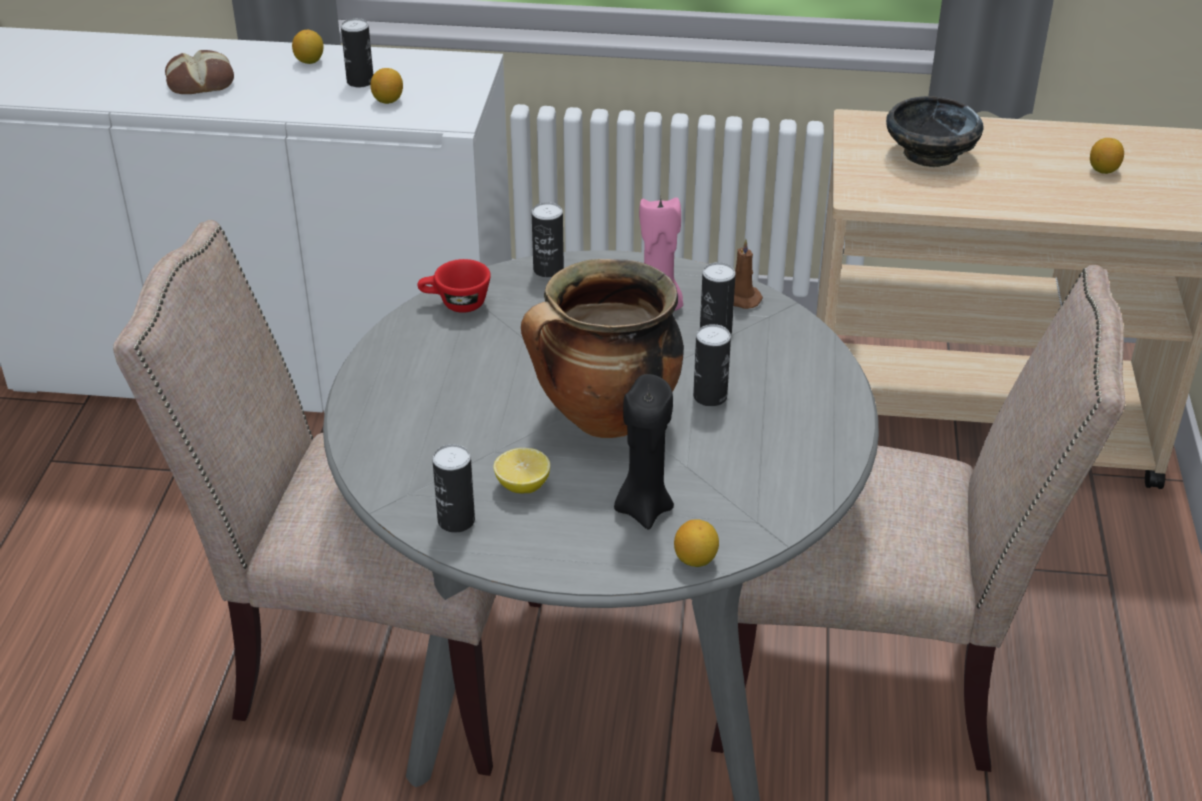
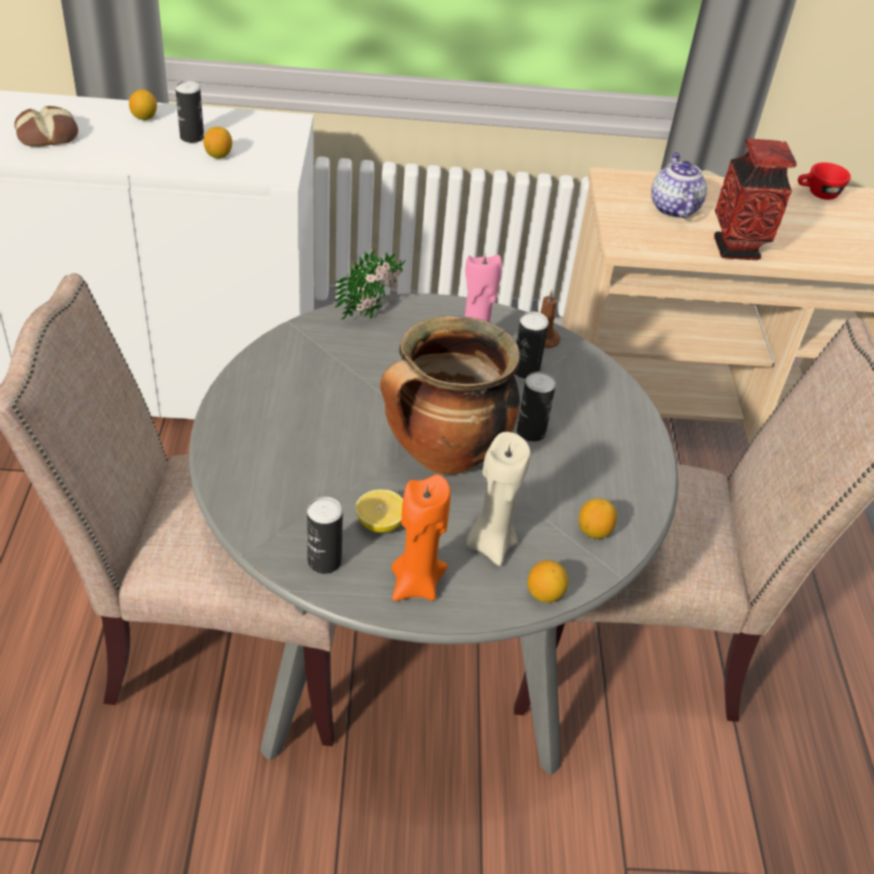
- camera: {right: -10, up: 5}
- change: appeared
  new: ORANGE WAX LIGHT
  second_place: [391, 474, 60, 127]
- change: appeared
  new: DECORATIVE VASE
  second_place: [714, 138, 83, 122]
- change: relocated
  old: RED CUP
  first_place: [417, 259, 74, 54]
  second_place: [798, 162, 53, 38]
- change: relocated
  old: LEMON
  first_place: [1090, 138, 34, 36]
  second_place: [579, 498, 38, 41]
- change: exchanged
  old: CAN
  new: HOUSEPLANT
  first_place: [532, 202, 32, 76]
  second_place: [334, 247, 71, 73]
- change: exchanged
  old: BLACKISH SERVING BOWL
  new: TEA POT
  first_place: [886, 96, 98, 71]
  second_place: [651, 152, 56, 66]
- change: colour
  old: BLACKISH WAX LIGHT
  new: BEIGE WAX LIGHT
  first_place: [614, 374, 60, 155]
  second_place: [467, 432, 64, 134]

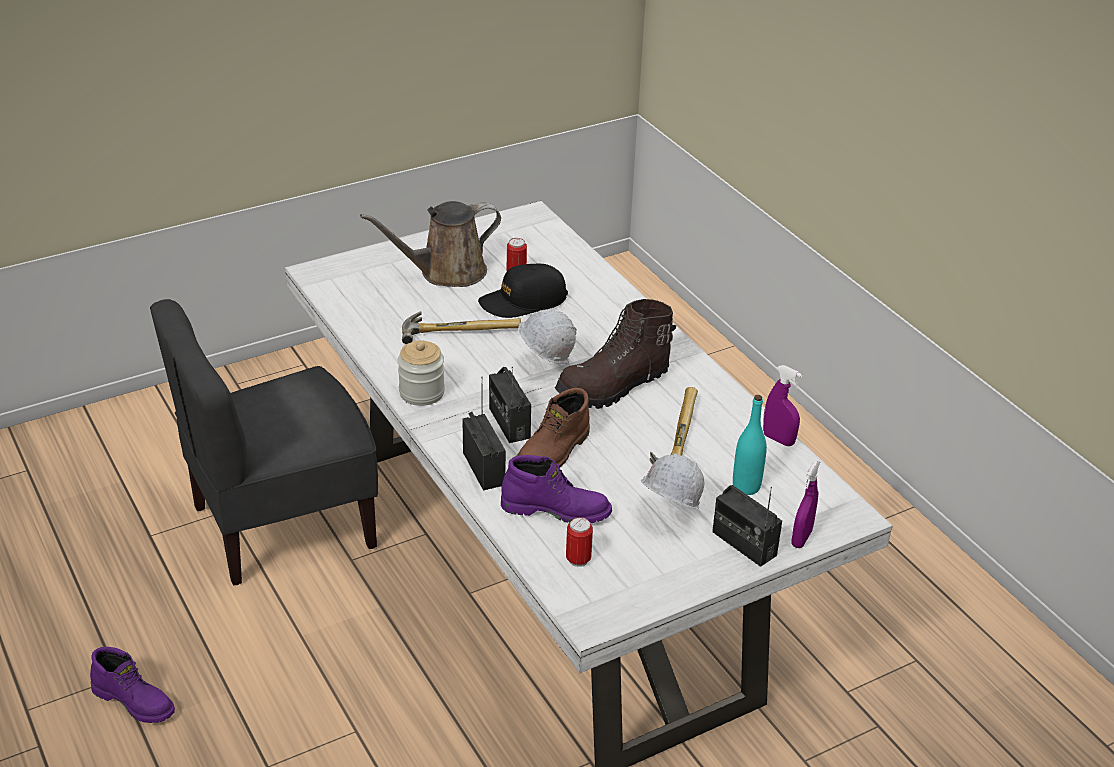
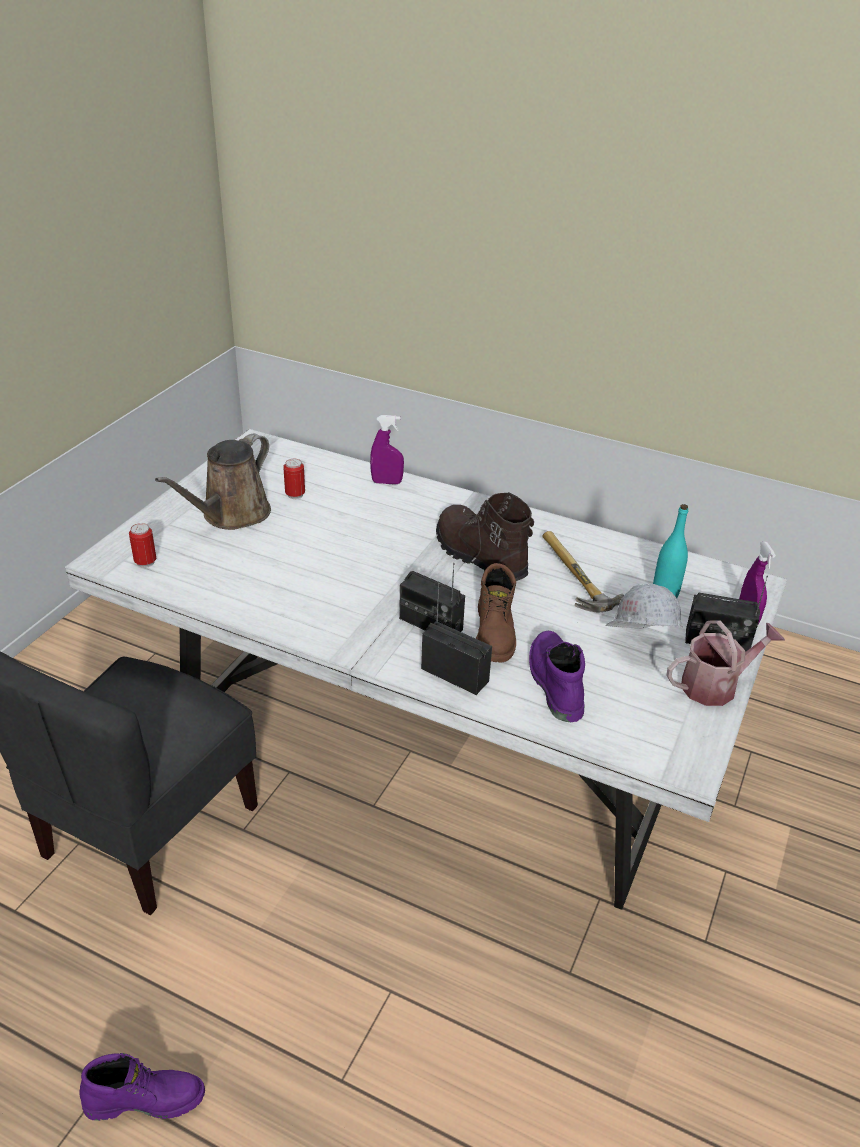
- camera: {right: -35, up: 0}
- change: missing
  old: STORAGE JAR
  first_place: [398, 341, 47, 65]
- change: missing
  old: TOOL HAMMER
  first_place: [402, 311, 119, 33]
- change: missing
  old: BLACKISH CAP
  first_place: [478, 264, 90, 54]
- change: missing
  old: WHITE HARD HAT
  first_place: [518, 309, 59, 56]
- change: appeared
  new: WATERING CAN
  second_place: [666, 621, 119, 85]
- change: relocated
  old: CAN
  first_place: [566, 517, 27, 50]
  second_place: [129, 523, 27, 45]
- change: relocated
  old: PURPLE SPRAY BOTTLE
  first_place: [763, 365, 40, 81]
  second_place: [370, 415, 34, 70]
- change: spun
  old: PURPLE HIGH-TOP BOOT
  first_place: [501, 455, 111, 68]
  second_place: [529, 631, 56, 91]
  degrees: -75
- change: spun
  old: BROWN HIGH-TOP BOOT
  first_place: [555, 299, 121, 110]
  second_place: [436, 492, 98, 89]
  degrees: 120

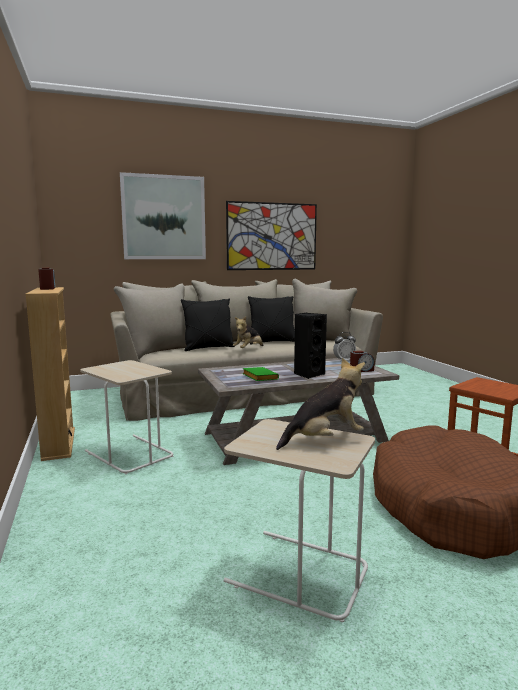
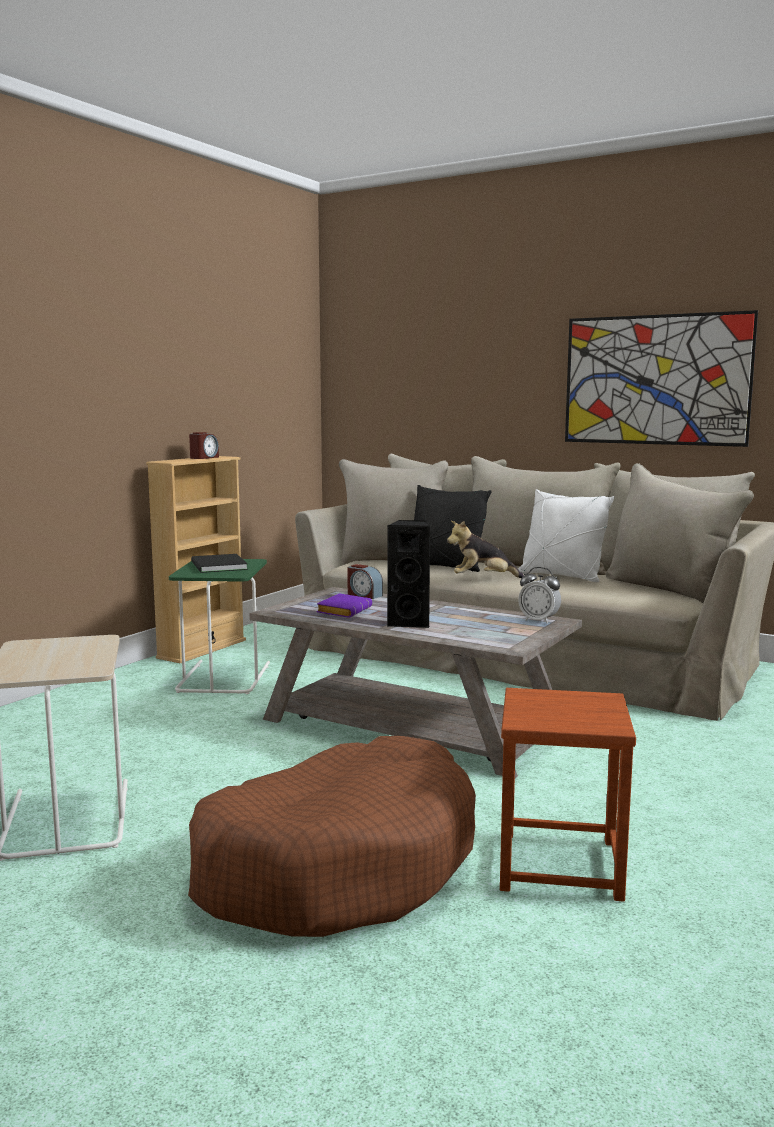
- camera: {right: 50, up: 0}
- change: missing
  old: PICTURE
  first_place: [120, 172, 86, 87]
- change: missing
  old: CUDDLY TOY
  first_place: [276, 358, 89, 92]
- change: appeared
  new: BLACKISH VOLUME
  second_place: [191, 554, 57, 19]
- change: relocated
  old: BEDSIDE CLOCK
  first_place: [350, 351, 24, 21]
  second_place: [347, 564, 36, 35]
- change: colour
  old: BEIGE END TABLE
  new: GREEN-COLOURED END TABLE
  first_place: [80, 360, 93, 114]
  second_place: [169, 559, 101, 135]
- change: colour
  old: GREEN-COLOURED VOLUME
  new: PURPLE VOLUME
  first_place: [242, 367, 37, 14]
  second_place: [316, 593, 56, 25]
- change: colour
  old: BLACKISH CUSHION
  new: WHITE CUSHION
  first_place: [248, 296, 47, 48]
  second_place: [518, 489, 96, 93]

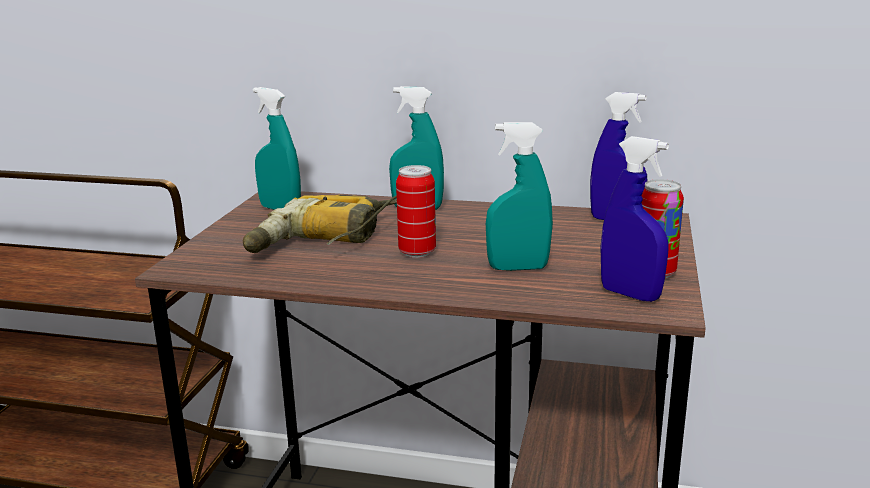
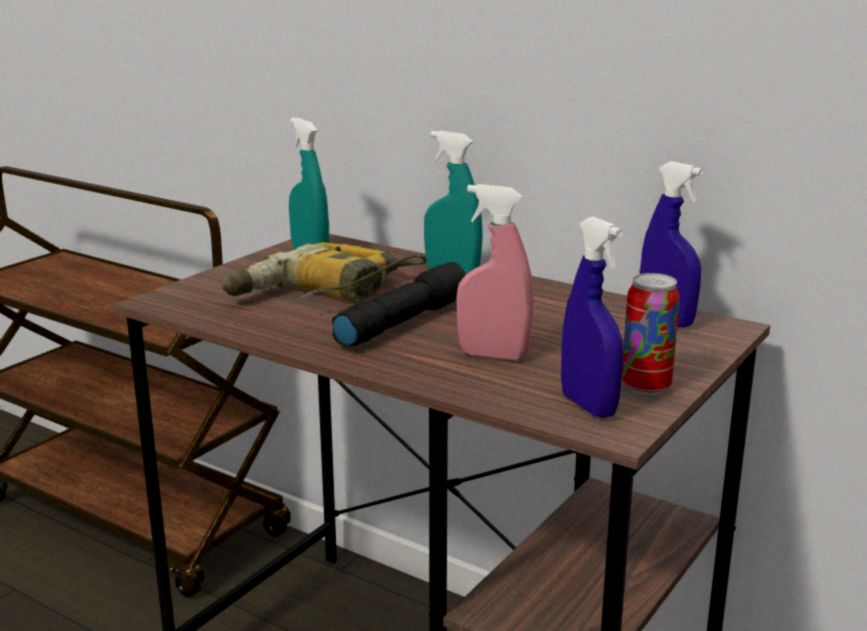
- camera: {right: 20, up: 0}
- change: exchanged
  old: CAN
  new: BLACKISH FLASHLIGHT
  first_place: [396, 165, 40, 93]
  second_place: [332, 262, 134, 85]
- change: colour
  old: TURQUOISE-COLOURED SPRAY BOTTLE
  new: PINK SPRAY BOTTLE
  first_place: [486, 122, 67, 149]
  second_place: [456, 184, 78, 177]

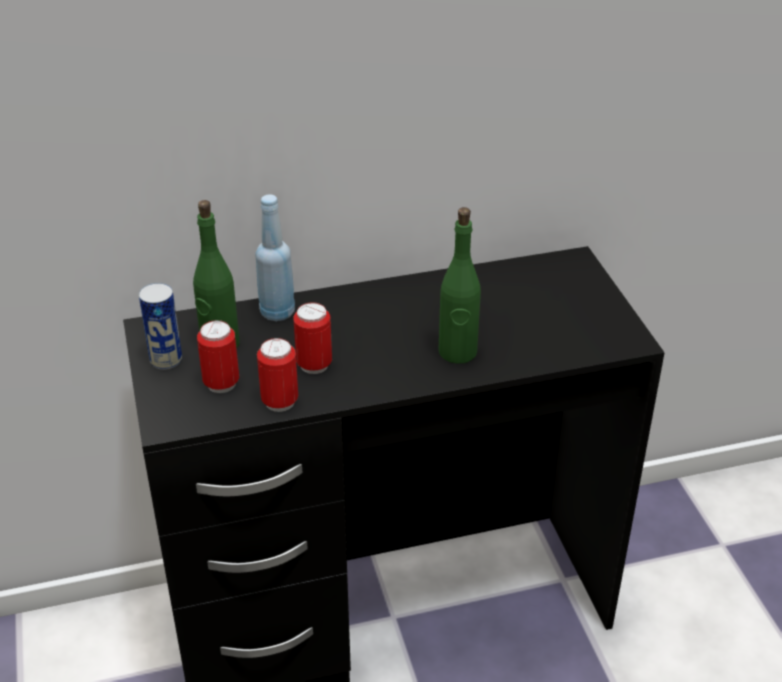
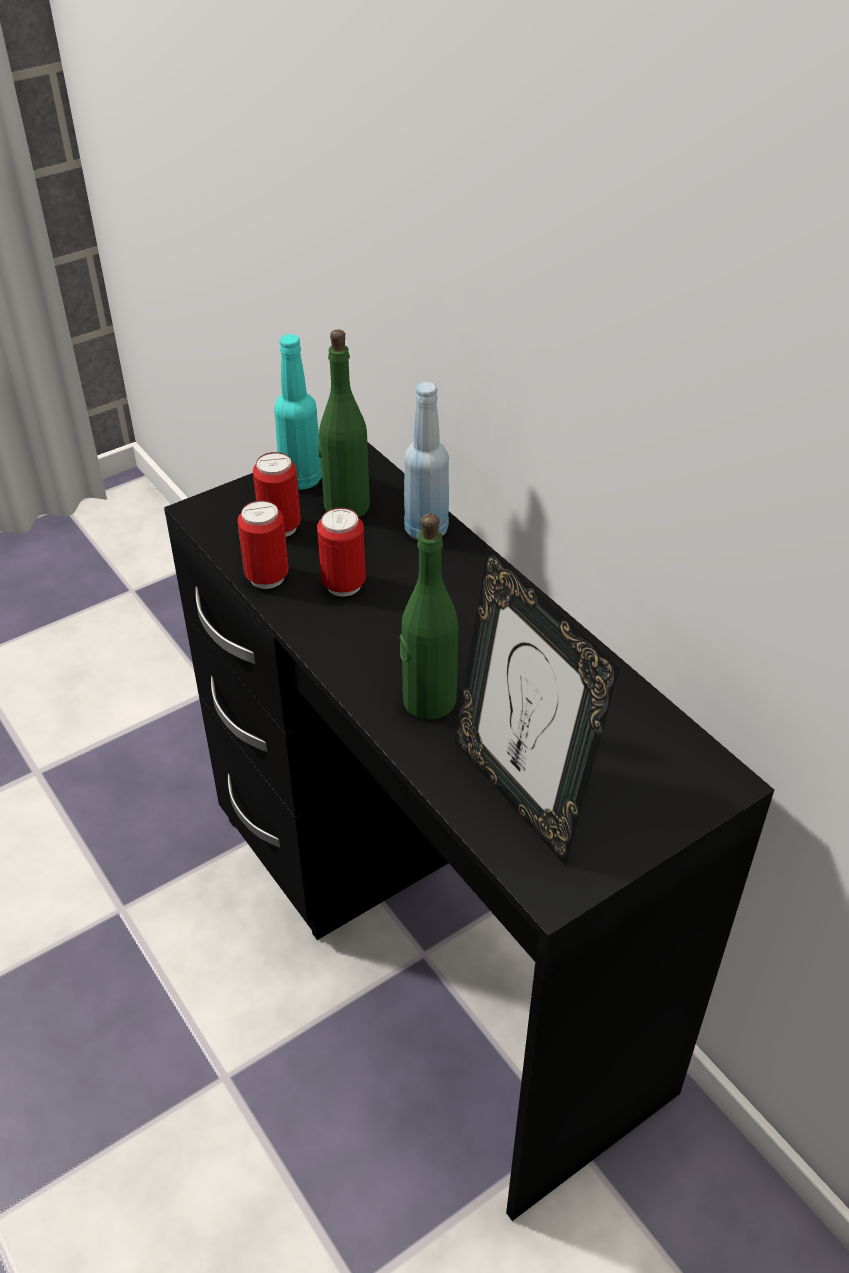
- camera: {right: 70, up: 5}
- change: appeared
  new: PHOTO FRAME
  second_place: [455, 546, 165, 319]
- change: exchanged
  old: CAN
  new: TURQUOISE-COLOURED DRINK BOTTLE
  first_place: [139, 283, 43, 87]
  second_place: [274, 334, 48, 156]

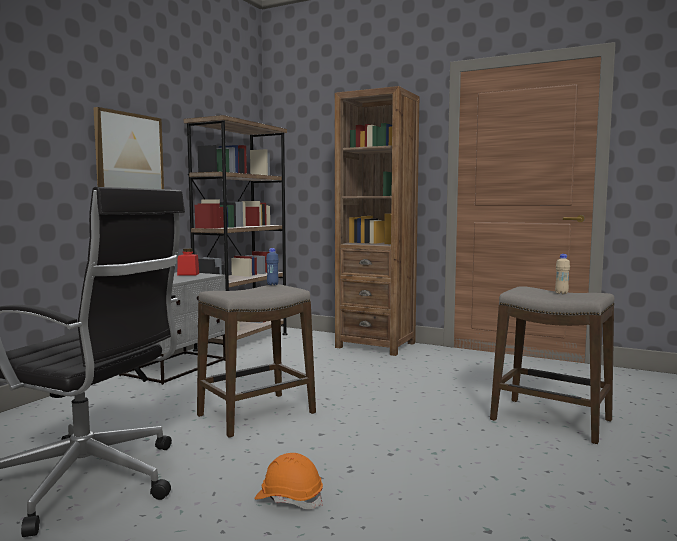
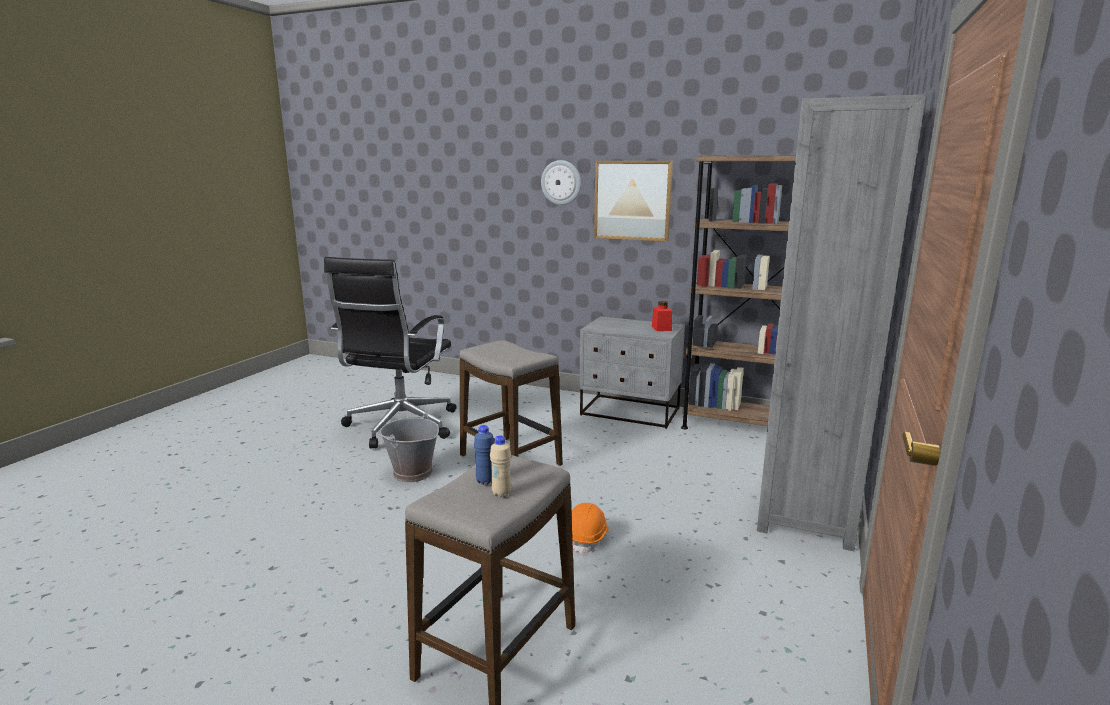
- camera: {right: 85, up: 10}
- change: appeared
  new: GREYISH PAIL
  second_place: [379, 413, 60, 69]
- change: appeared
  new: CLOCK ON THE WALL
  second_place: [541, 160, 40, 45]
- change: relocated
  old: ORANGE HARD HAT
  first_place: [254, 453, 69, 56]
  second_place: [571, 503, 38, 52]
- change: relocated
  old: BLUE DRINK BOTTLE
  first_place: [266, 248, 13, 37]
  second_place: [474, 425, 20, 60]
- change: colour
  old: BROWN BOOKCASE
  new: GREYISH BOOKCASE
  first_place: [335, 86, 84, 270]
  second_place: [757, 95, 169, 456]

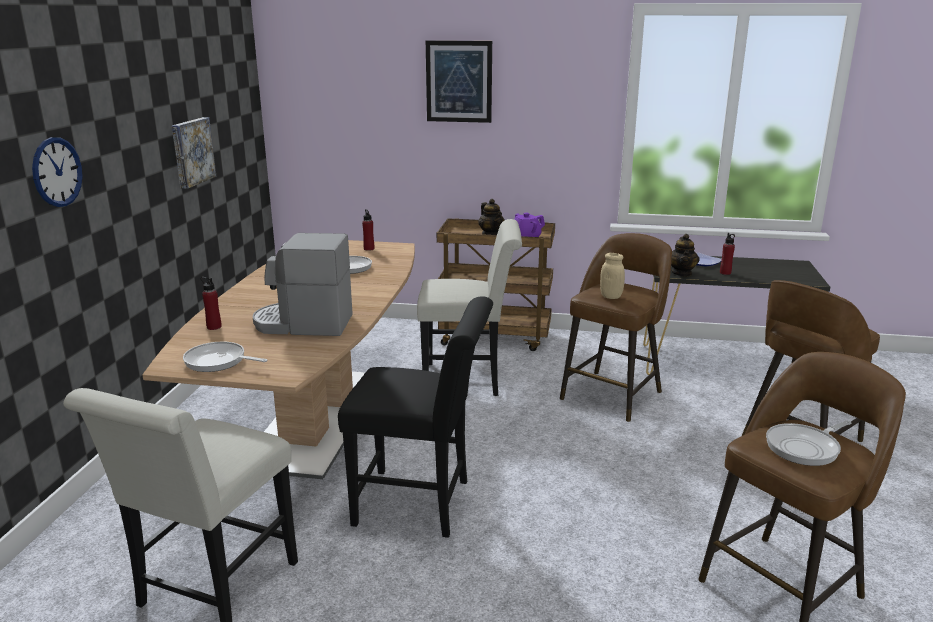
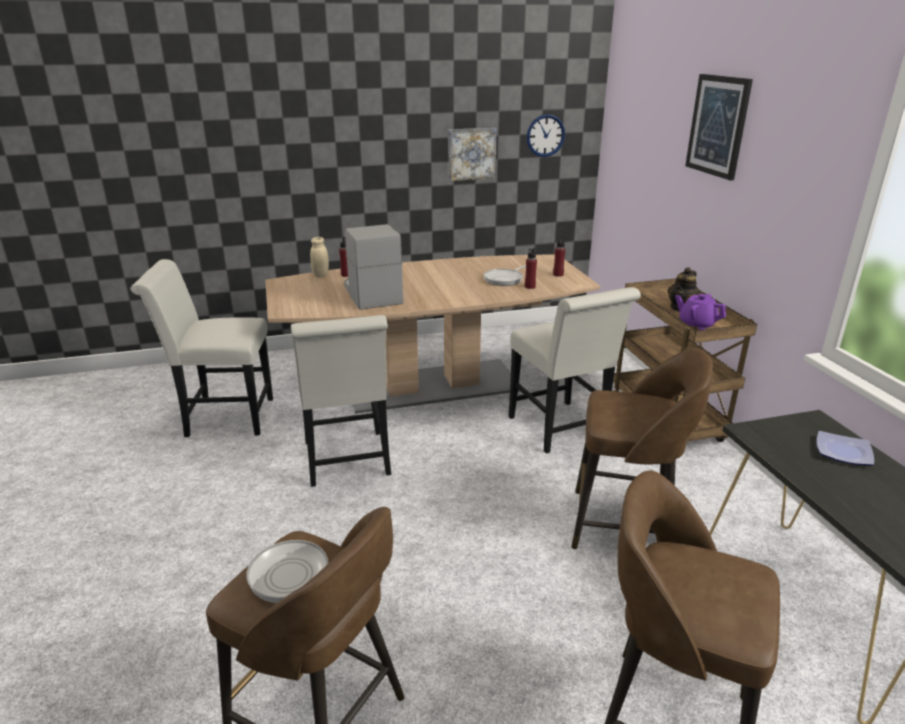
- camera: {right: 65, up: 5}
- change: missing
  old: SKILLET
  first_place: [183, 342, 85, 30]
- change: missing
  old: TEA POT
  first_place: [671, 234, 28, 43]
- change: relocated
  old: CLOCK ON THE WALL
  first_place: [32, 137, 51, 70]
  second_place: [526, 114, 39, 43]
- change: relocated
  old: BEIGE STORAGE JAR
  first_place: [600, 253, 25, 46]
  second_place: [310, 237, 19, 41]
- change: relocated
  old: RED DRINK BOTTLE
  first_place: [720, 233, 15, 42]
  second_place: [525, 248, 12, 41]
- change: colour
  old: BLACKISH PLAIN CHAIR
  new: WHITE PLAIN CHAIR
  first_place: [338, 296, 155, 242]
  second_place: [291, 315, 100, 172]

